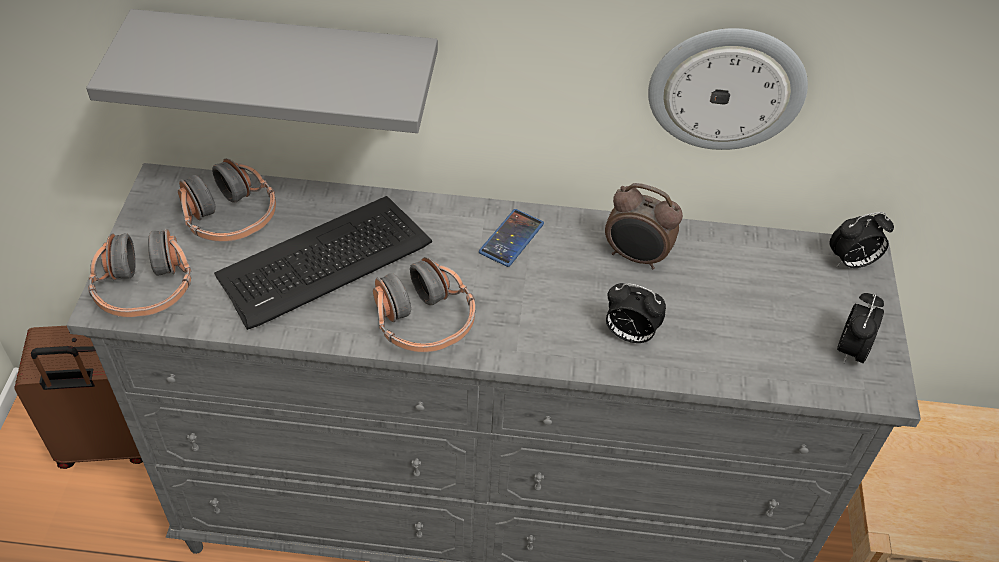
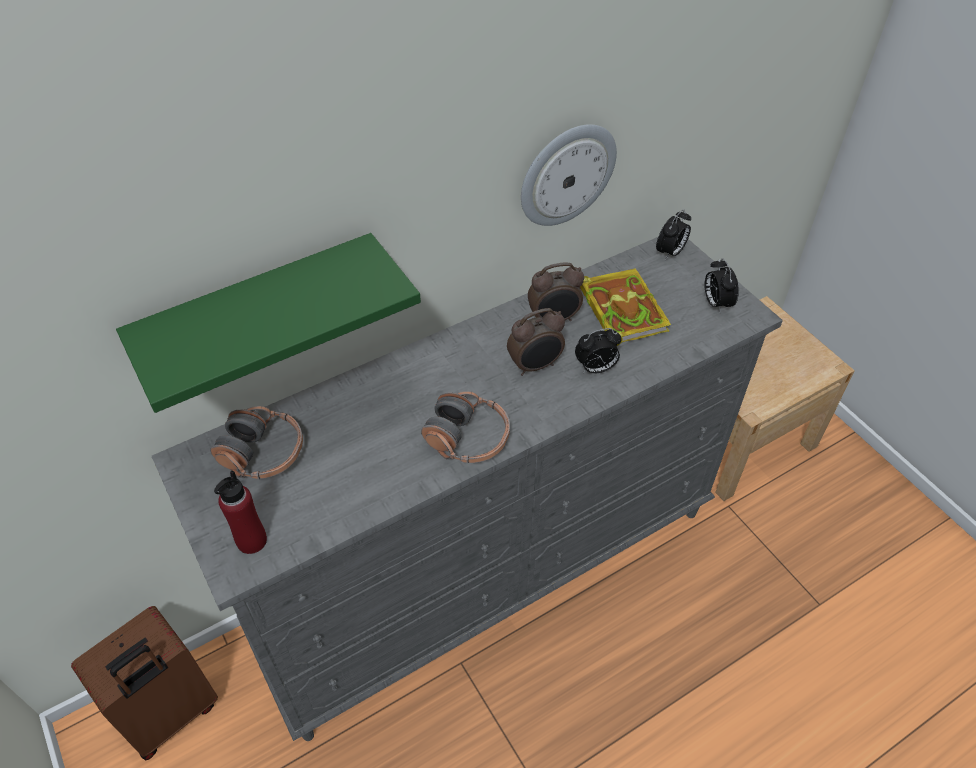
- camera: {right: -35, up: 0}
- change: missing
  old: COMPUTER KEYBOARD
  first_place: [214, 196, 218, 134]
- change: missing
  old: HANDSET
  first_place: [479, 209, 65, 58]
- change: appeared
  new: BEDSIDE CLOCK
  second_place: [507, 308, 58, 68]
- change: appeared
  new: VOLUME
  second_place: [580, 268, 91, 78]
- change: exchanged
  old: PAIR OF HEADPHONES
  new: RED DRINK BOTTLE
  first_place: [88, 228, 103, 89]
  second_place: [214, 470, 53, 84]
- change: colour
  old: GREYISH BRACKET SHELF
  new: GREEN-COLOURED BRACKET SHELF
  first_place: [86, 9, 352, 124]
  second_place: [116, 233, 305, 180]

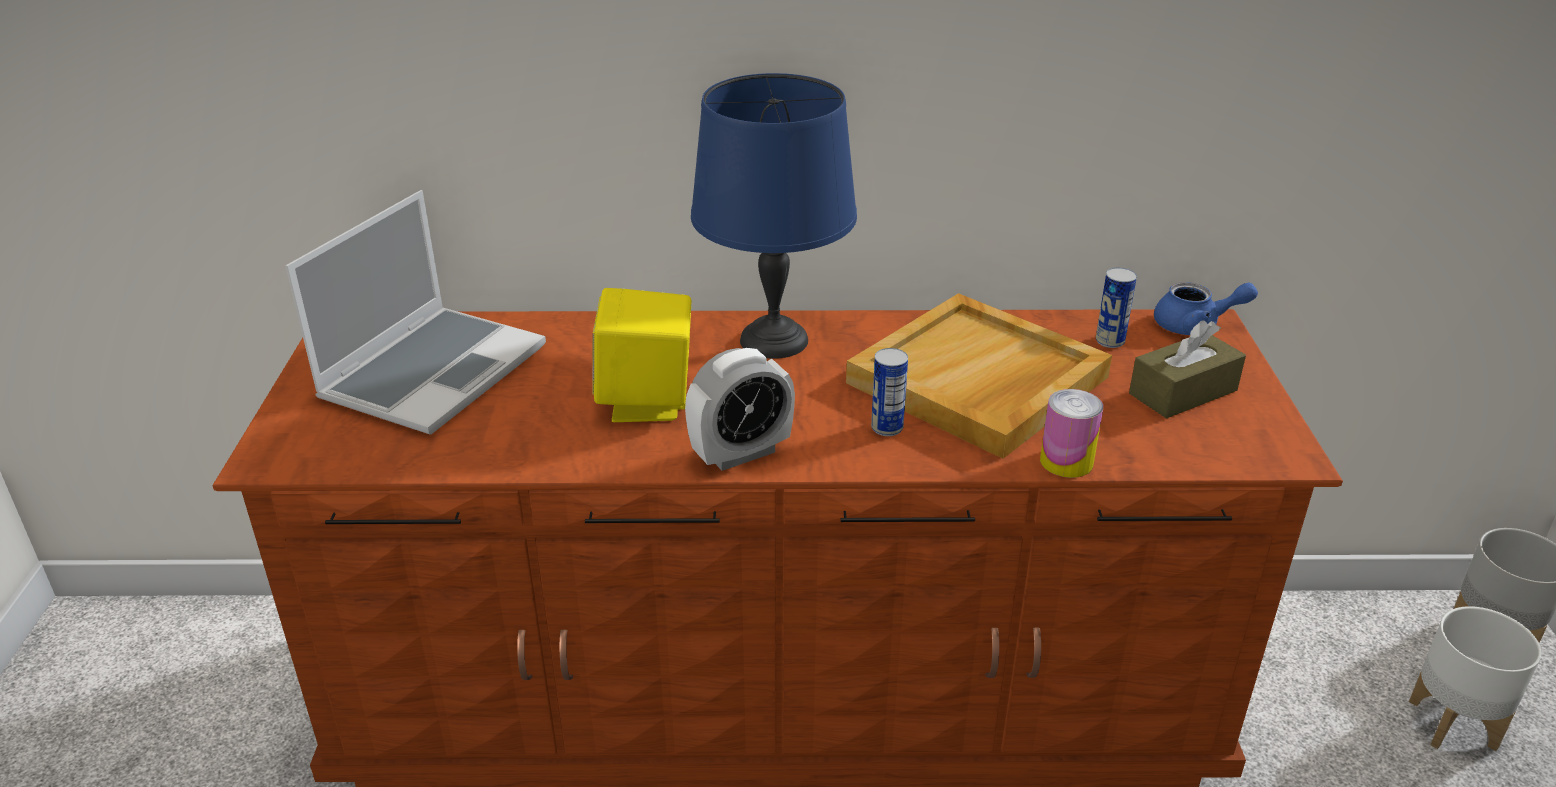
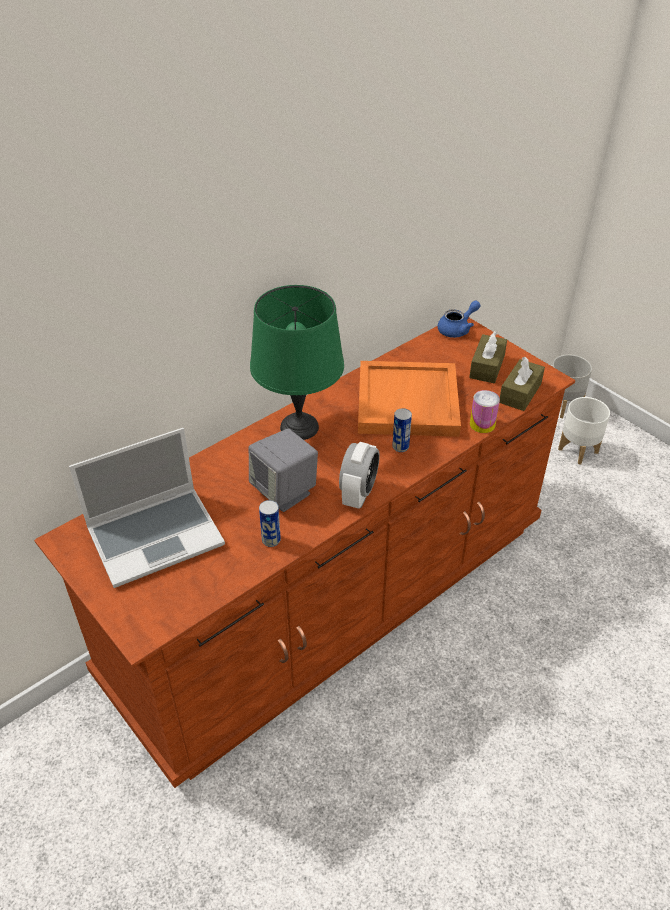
- camera: {right: -40, up: 10}
- change: appeared
  new: BROWN TISSUE BOX
  second_place: [500, 357, 45, 54]
- change: relocated
  old: CAN
  first_place: [1096, 267, 41, 81]
  second_place: [259, 500, 22, 47]
- change: colour
  old: YELLOW SPEAKER
  new: GREYISH SPEAKER
  first_place: [593, 288, 98, 134]
  second_place: [249, 429, 69, 83]
- change: colour
  old: BLUE TABLETOP LAMP
  new: GREEN-COLOURED TABLETOP LAMP
  first_place: [691, 73, 166, 286]
  second_place: [250, 285, 94, 155]
- change: colour
  old: BEIGE TRAY
  new: ORANGE TRAY
  first_place: [846, 293, 266, 166]
  second_place: [358, 361, 103, 76]
- change: spun
  old: NOTEBOOK COMPUTER
  first_place: [285, 190, 261, 244]
  second_place: [69, 428, 156, 160]
  degrees: 75

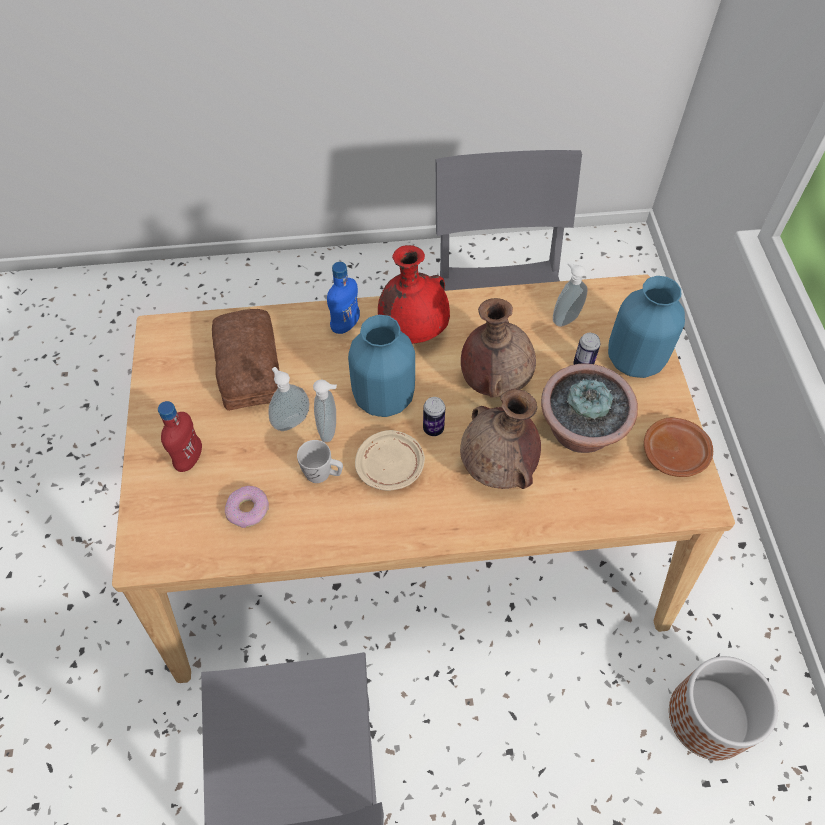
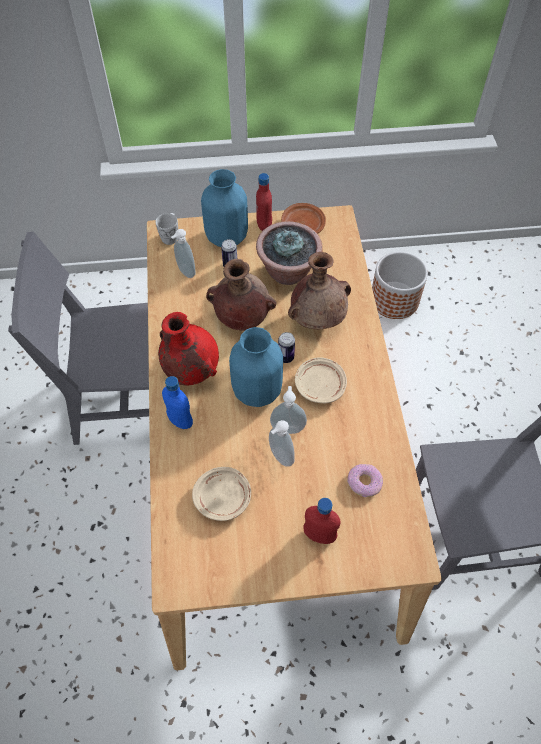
- camera: {right: -90, up: 0}
- change: appeared
  new: RED DRINK BOTTLE
  second_place: [256, 173, 16, 58]
- change: relocated
  old: WHITE COFFEE MUG
  first_place: [297, 440, 46, 43]
  second_place: [156, 213, 22, 32]
- change: exchanged
  old: BAKED BREAD
  new: BEIGE PLATE
  first_place: [212, 309, 68, 102]
  second_place: [192, 467, 59, 54]

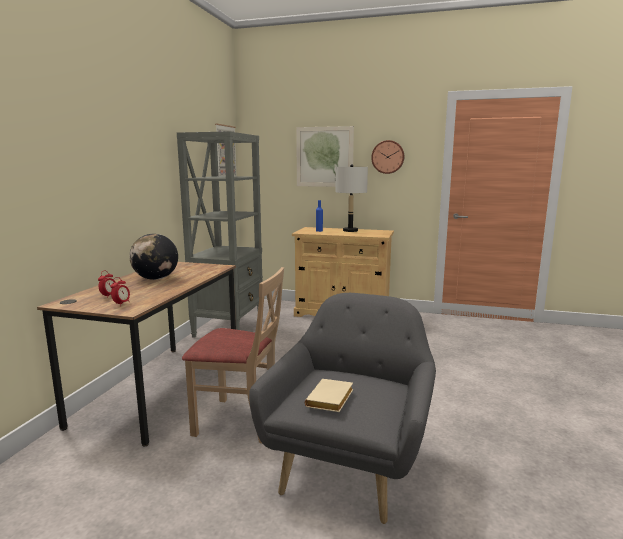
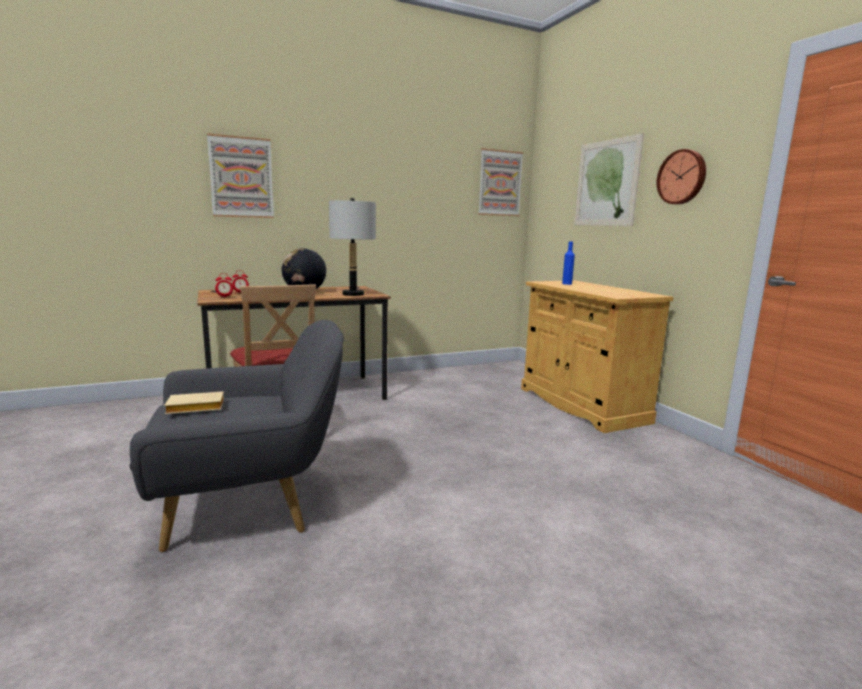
- camera: {right: 50, up: 0}
- change: missing
  old: GREYISH BOOKCASE
  first_place: [177, 131, 86, 207]
- change: appeared
  new: PICTURE
  second_place: [207, 133, 67, 85]
- change: relocated
  old: GREYISH TABLETOP LAMP
  first_place: [335, 164, 33, 68]
  second_place: [329, 198, 47, 98]

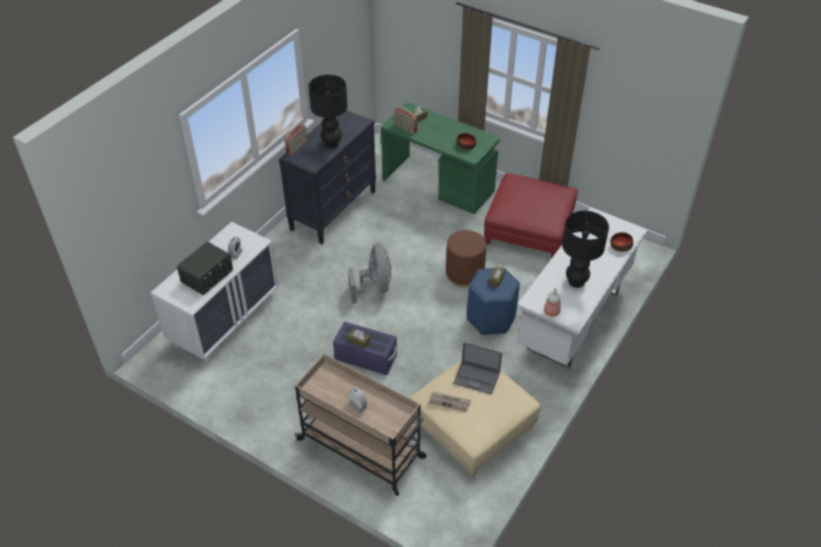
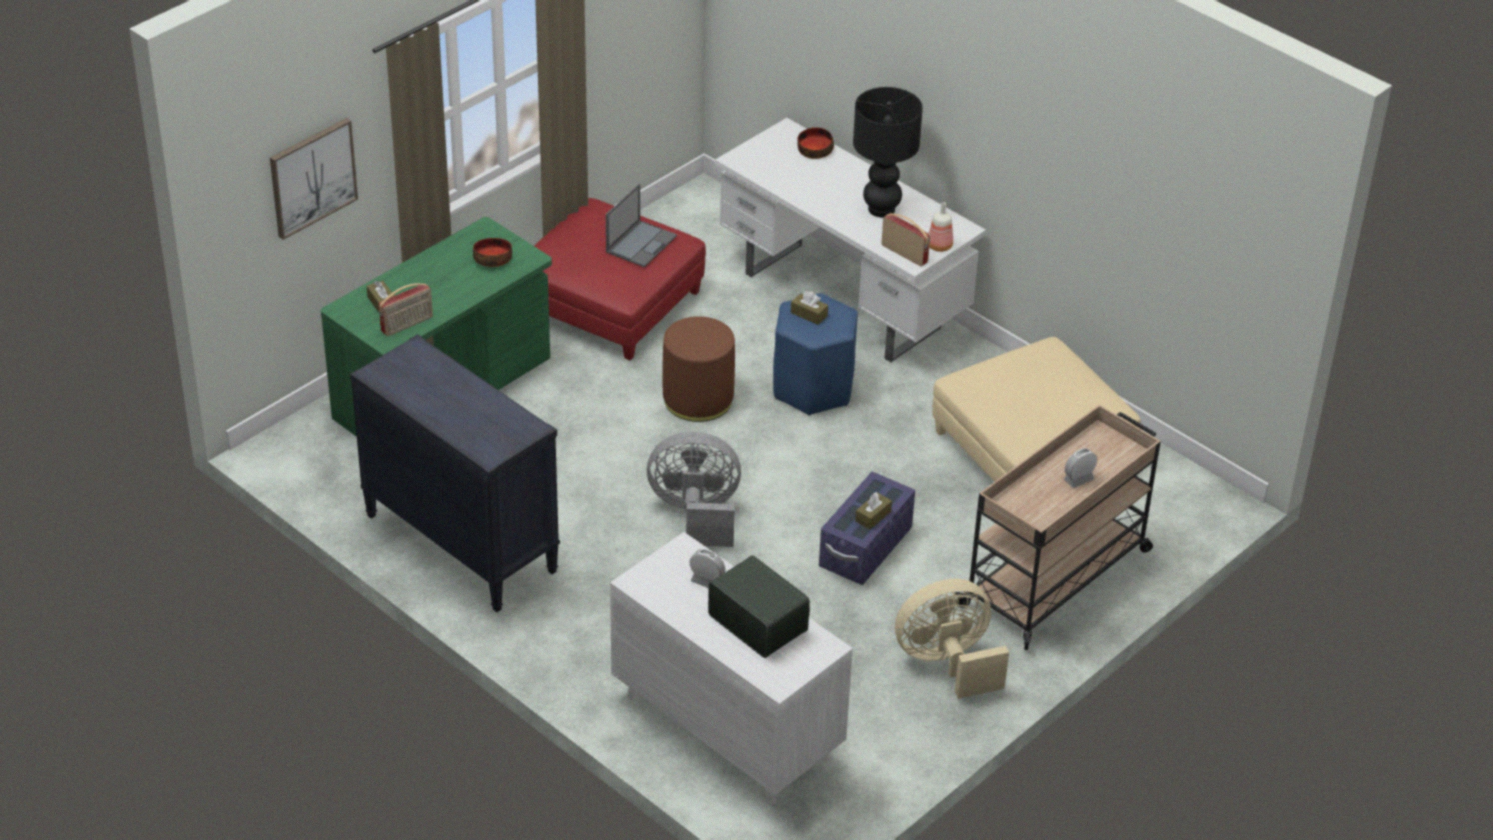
- camera: {right: -80, up: -5}
- change: missing
  old: BLACKISH TABLETOP LAMP
  first_place: [308, 75, 40, 73]
- change: missing
  old: NEWSPAPER
  first_place: [428, 391, 43, 21]
- change: appeared
  new: PICTURE
  second_place: [270, 118, 88, 122]
- change: appeared
  new: BEIGE FAN
  second_place: [895, 579, 114, 120]
- change: relocated
  old: RADIO SET
  first_place: [285, 124, 22, 31]
  second_place: [882, 213, 48, 54]
- change: relocated
  old: NOTEBOOK COMPUTER
  first_place: [453, 342, 49, 53]
  second_place: [606, 184, 71, 83]

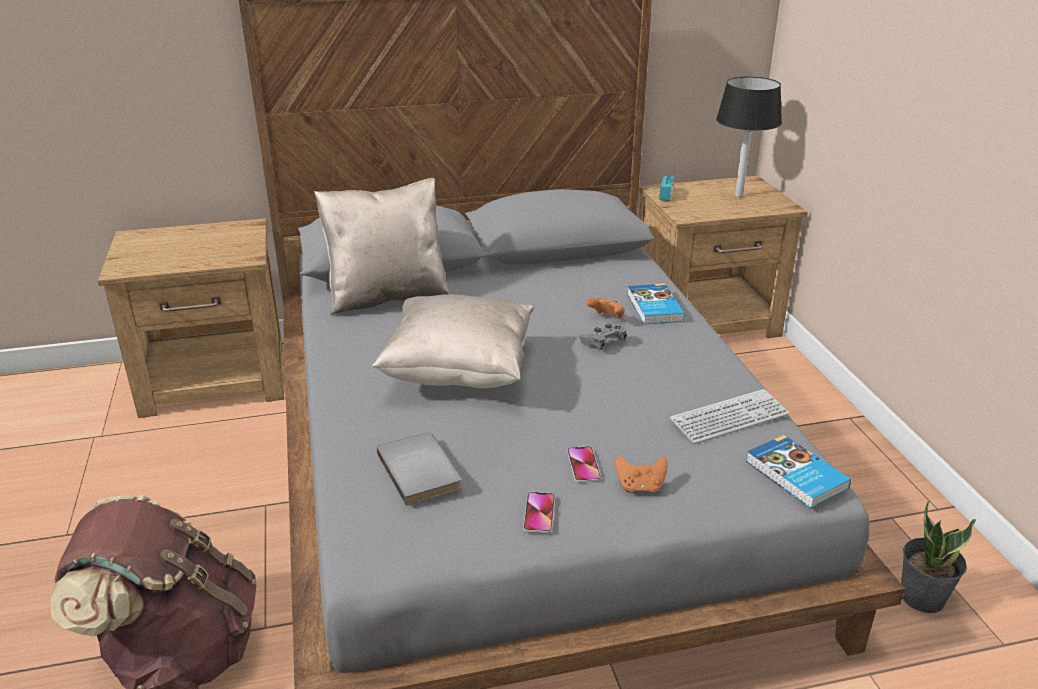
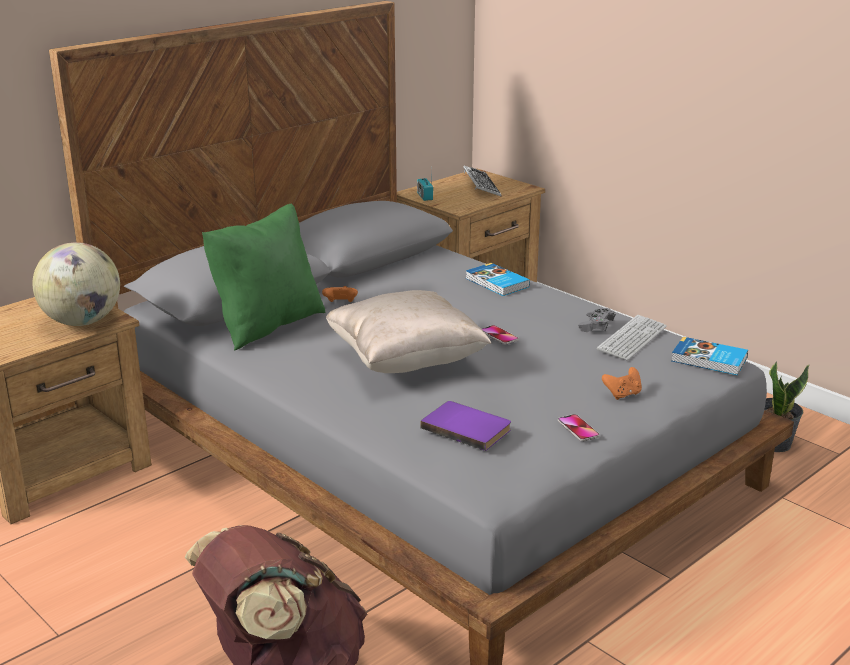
- camera: {right: -30, up: -5}
- change: appeared
  new: WORLD GLOBE
  second_place: [33, 242, 87, 84]
- change: relocated
  old: HANDSET
  first_place: [567, 446, 34, 37]
  second_place: [482, 325, 37, 20]
- change: relocated
  old: GREYISH GAME CONTROLLER
  first_place: [579, 323, 48, 27]
  second_place: [578, 308, 37, 24]
- change: relocated
  old: ORANGE GAME CONTROLLER
  first_place: [586, 298, 39, 21]
  second_place: [322, 286, 36, 16]
- change: exchanged
  old: BLACKISH TABLETOP LAMP
  new: COMPUTER KEYBOARD
  first_place: [716, 77, 66, 120]
  second_place: [463, 166, 38, 30]
- change: colour
  old: BEIGE CUSHION
  new: GREEN-COLOURED CUSHION
  first_place: [314, 178, 136, 137]
  second_place: [202, 204, 124, 146]
- change: colour
  old: GREYISH VOLUME
  new: PURPLE VOLUME
  first_place: [377, 432, 85, 74]
  second_place: [420, 401, 91, 50]

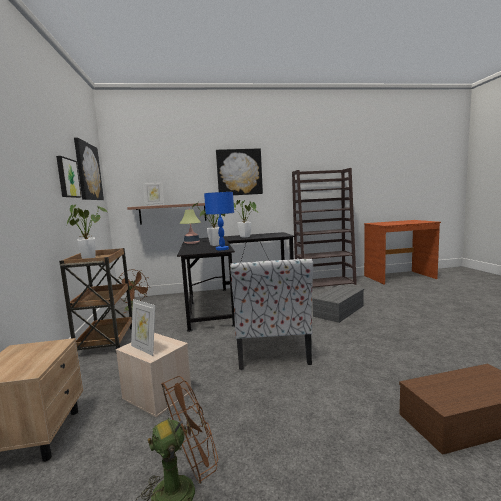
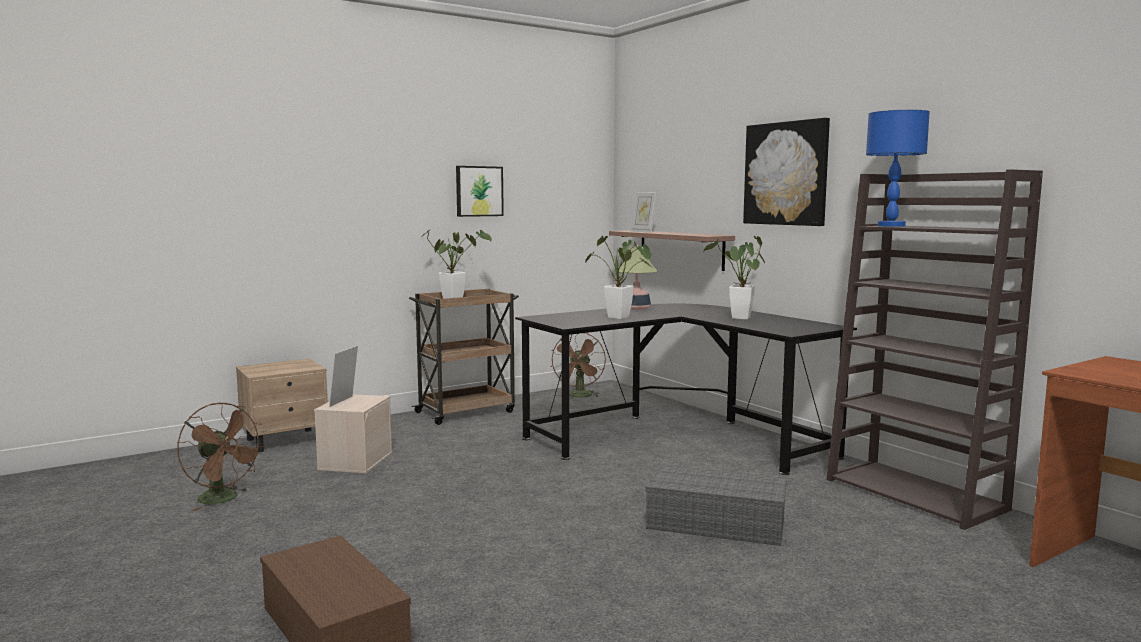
- camera: {right: 65, up: 0}
- change: missing
  old: PICTURE
  first_place: [74, 137, 30, 63]
- change: missing
  old: PLAIN CHAIR
  first_place: [230, 258, 83, 112]
- change: relocated
  old: BLUE TABLETOP LAMP
  first_place: [204, 192, 30, 58]
  second_place: [866, 110, 64, 117]

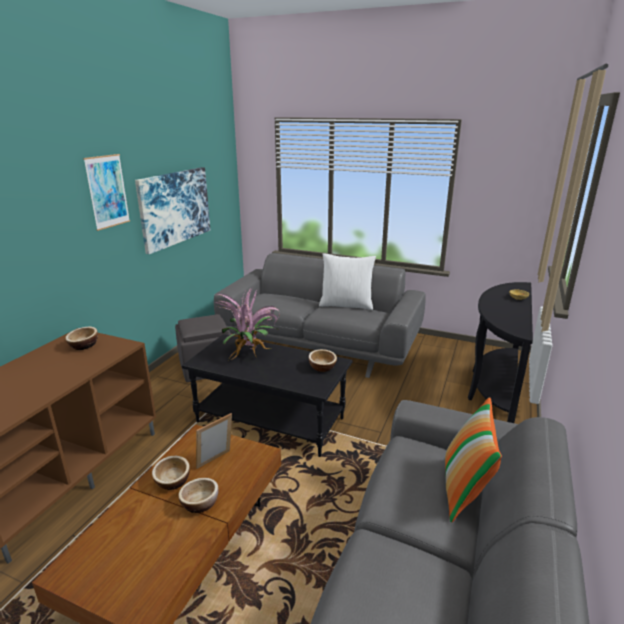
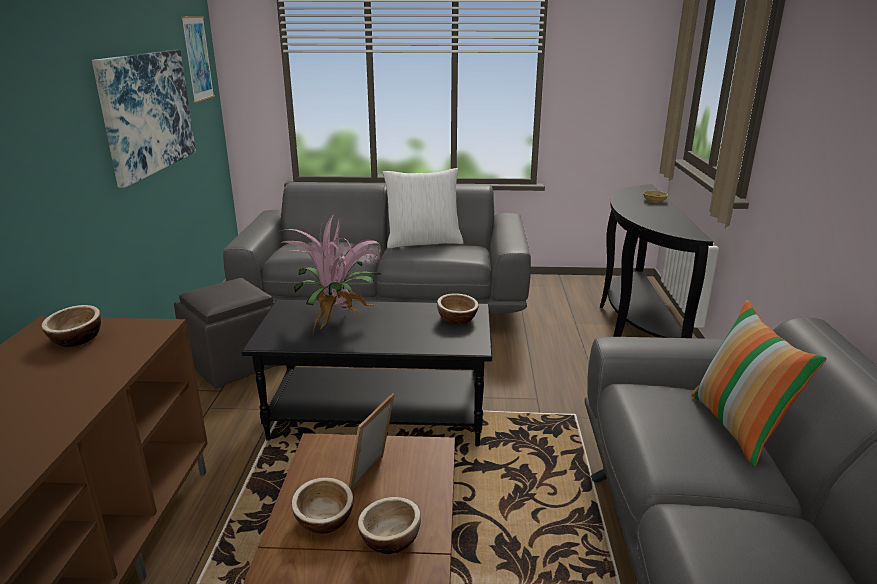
- camera: {right: -20, up: 0}
- change: relocated
  old: PICTURE
  first_place: [83, 154, 47, 77]
  second_place: [181, 16, 34, 87]

